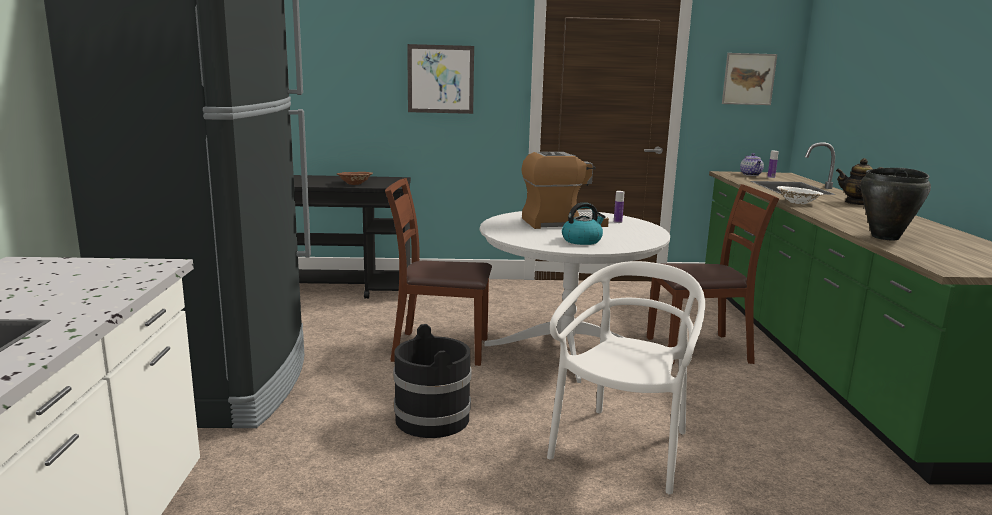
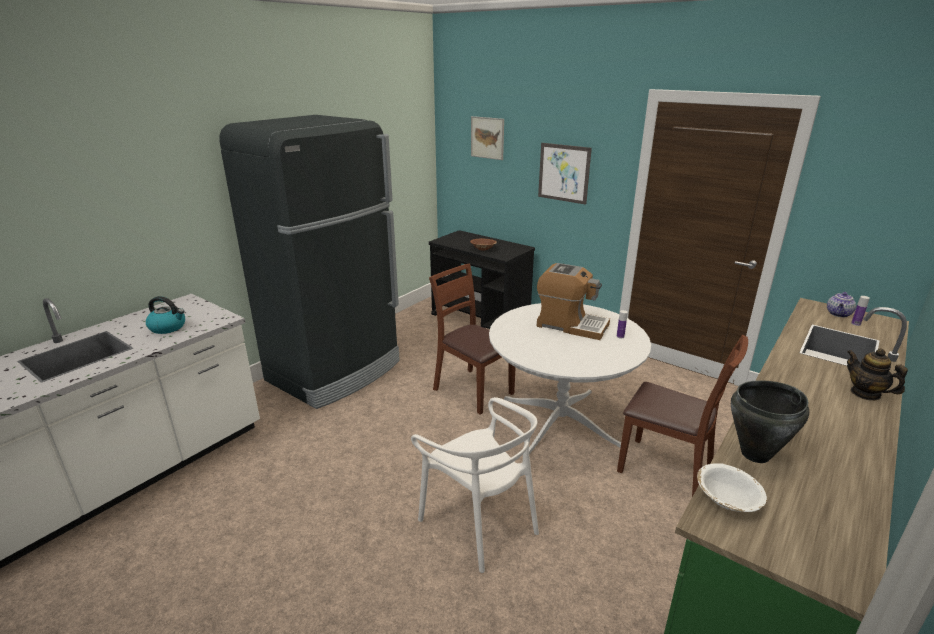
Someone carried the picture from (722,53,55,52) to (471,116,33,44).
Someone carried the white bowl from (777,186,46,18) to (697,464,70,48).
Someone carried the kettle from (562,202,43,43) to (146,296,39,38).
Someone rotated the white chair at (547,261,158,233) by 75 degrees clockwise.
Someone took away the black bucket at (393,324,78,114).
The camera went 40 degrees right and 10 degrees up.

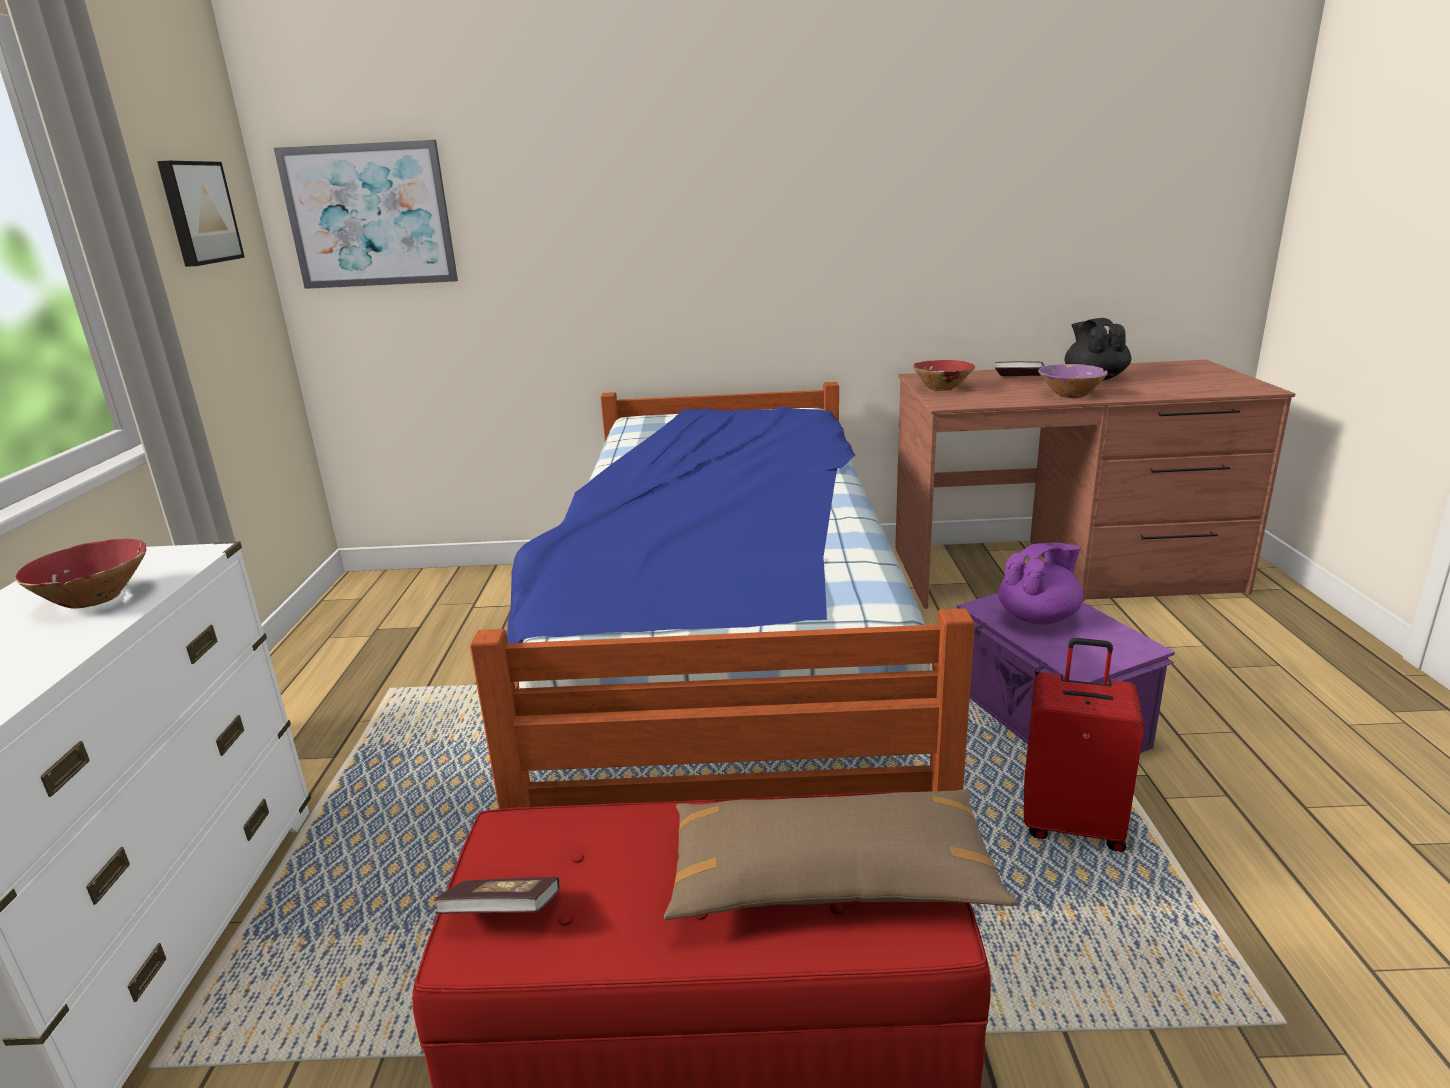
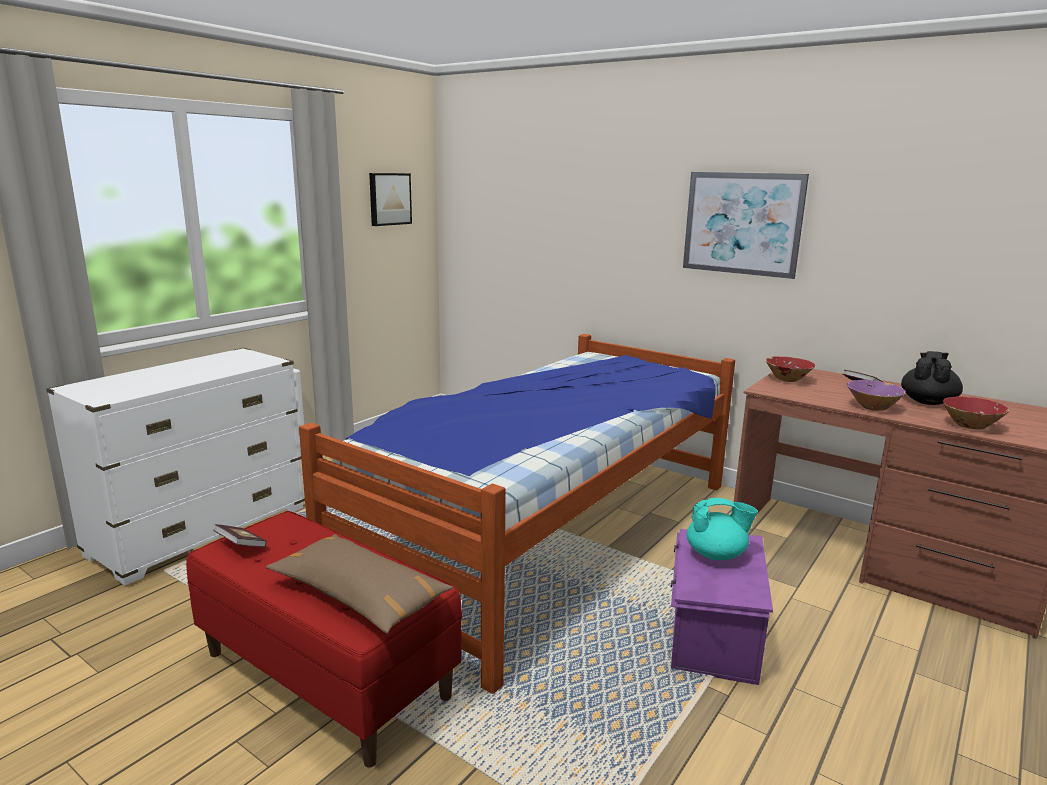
Someone carried the picture from (274,140,184,149) to (683,172,126,107).
Someone carried the red bowl from (15,539,131,70) to (943,396,66,33).
Someone repainted the purple teapot at (998,543,85,82), which became the turquoise teapot at (687,498,71,62).
Someone took away the red suitcase at (1024,638,120,214).
The camera went 35 degrees right and 5 degrees down.

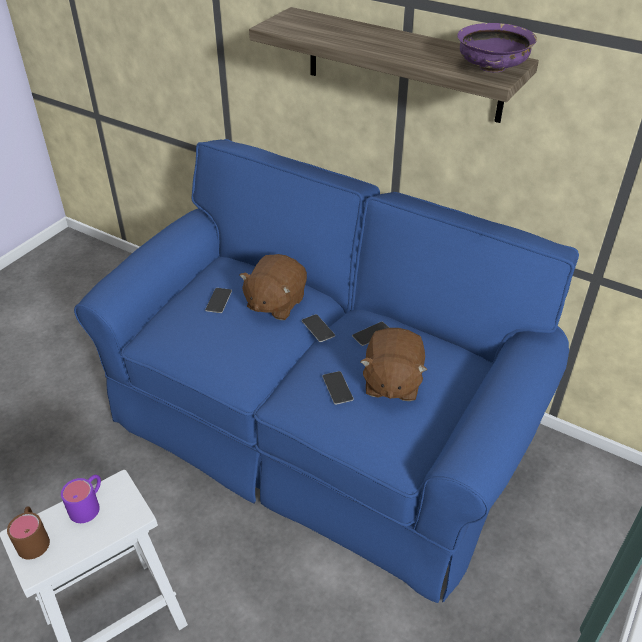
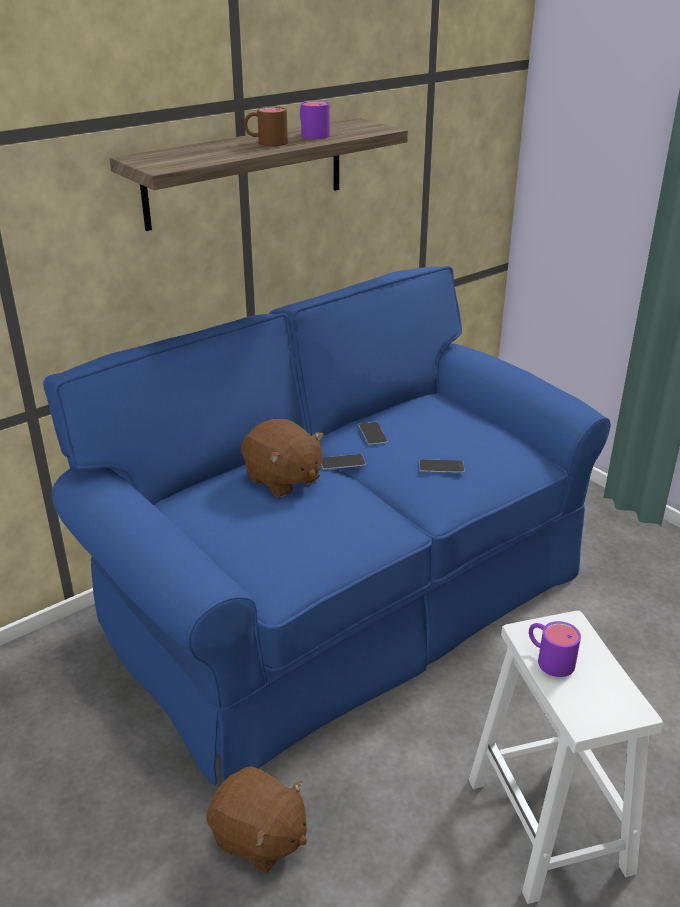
Someone took away the purple bowl at (457,23,80,49).
Someone took away the phone at (205,288,27,25).
Someone carried the brown plush toy from (360,328,67,73) to (206,766,101,107).
Someone carried the brown mug from (7,506,43,53) to (244,107,44,39).
Someone put down the purple mug at (300,101,30,38).
The camera went 70 degrees left and 10 degrees down.

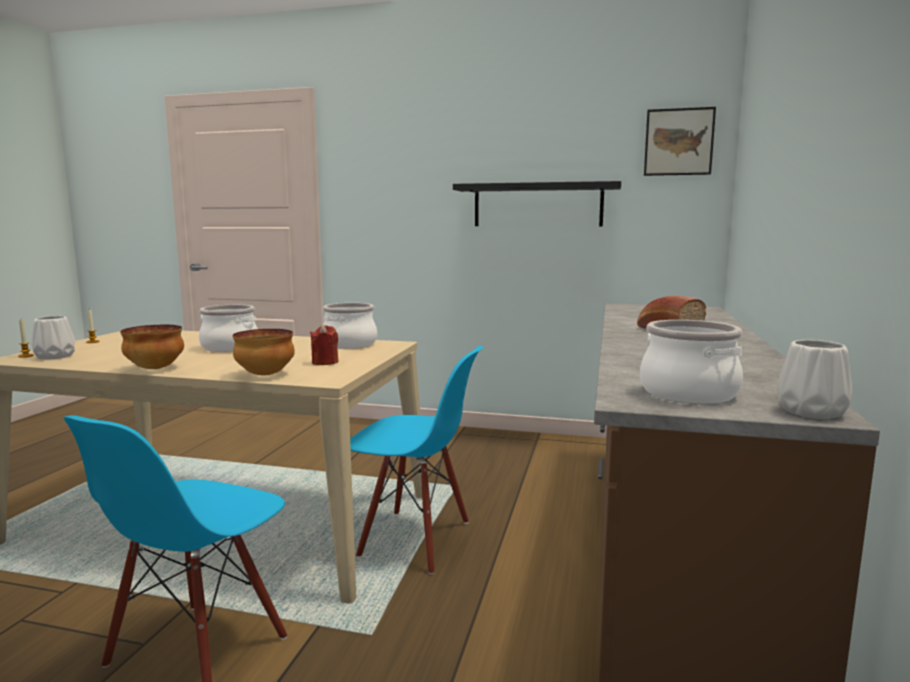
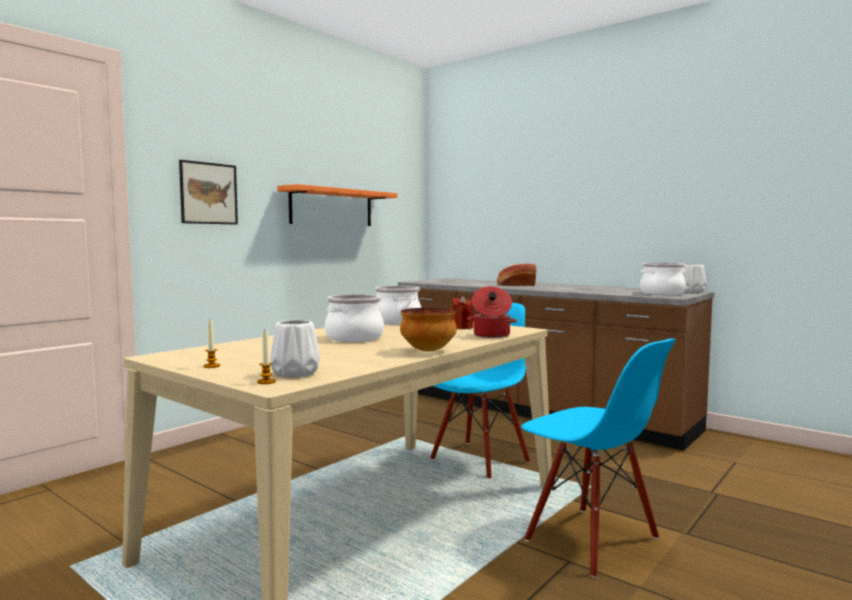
Someone carried the picture from (644,107,72,69) to (179,160,59,65).
Someone repainted the black shelf at (453,181,168,45), which became the orange shelf at (277,184,121,42).
Someone swapped the bowl at (233,329,62,47) for the cooking pot at (467,286,50,52).
The camera went 65 degrees left and 5 degrees down.

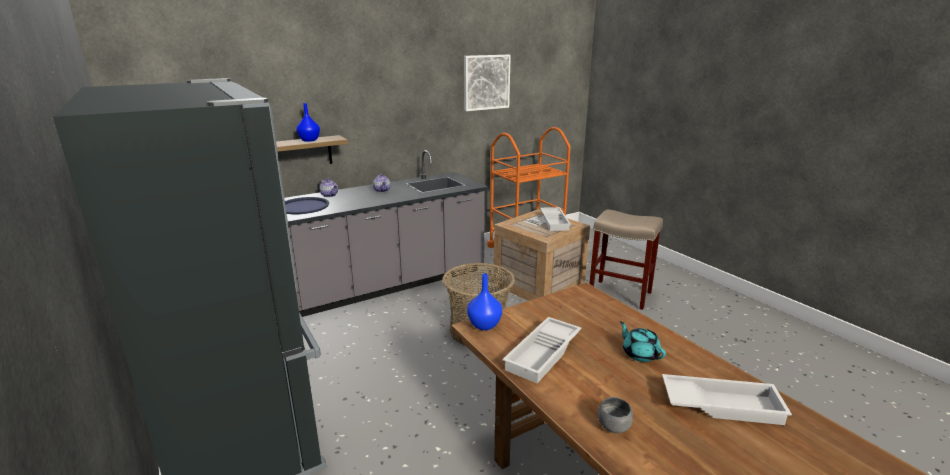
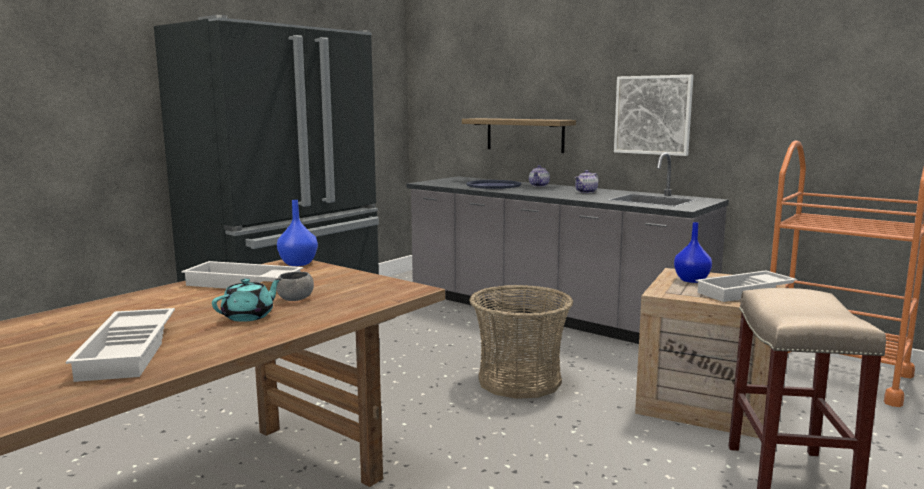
Someone carried the picture from (464,55,47,56) to (614,75,80,81).
Someone carried the blue vase from (296,103,24,39) to (674,222,38,61).
Someone carried the grey bowl from (597,397,36,36) to (276,272,38,29).
The camera went 70 degrees right and 10 degrees down.

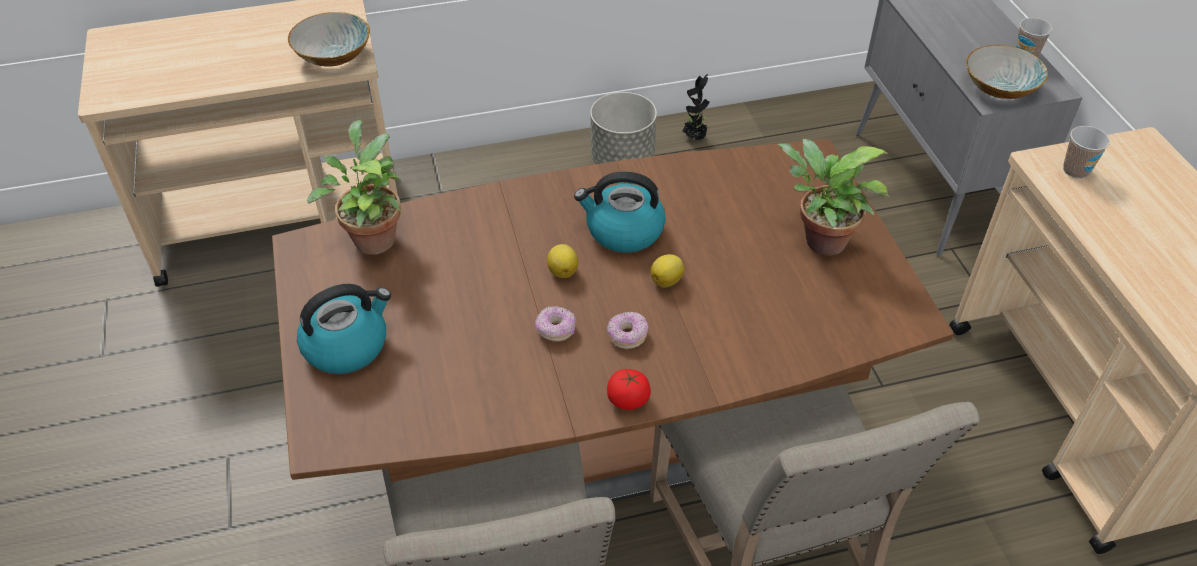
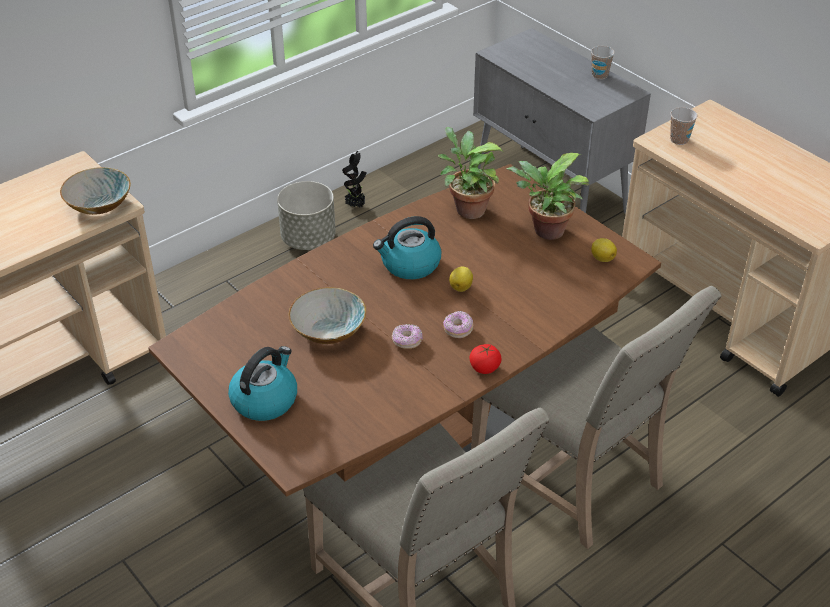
Someone carried the bowl from (966,45,82,54) to (288,287,78,57).
Someone carried the potted plant from (307,120,94,135) to (438,127,65,92).
Someone carried the lemon from (547,244,31,34) to (591,238,26,24).
The camera went 25 degrees left and 5 degrees down.

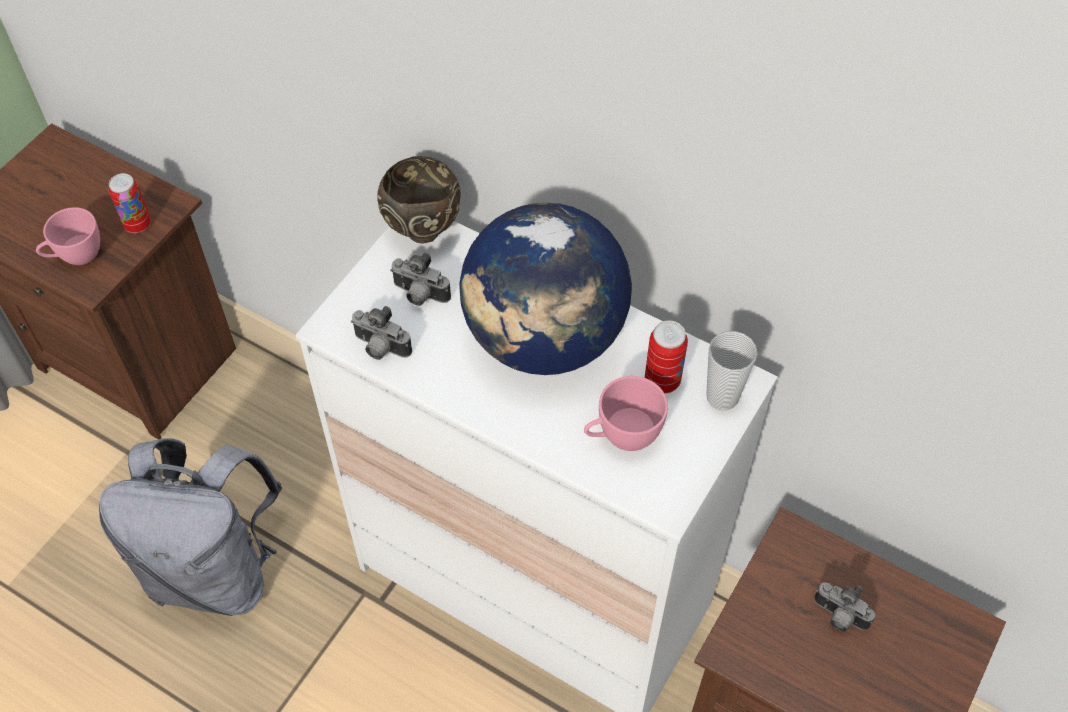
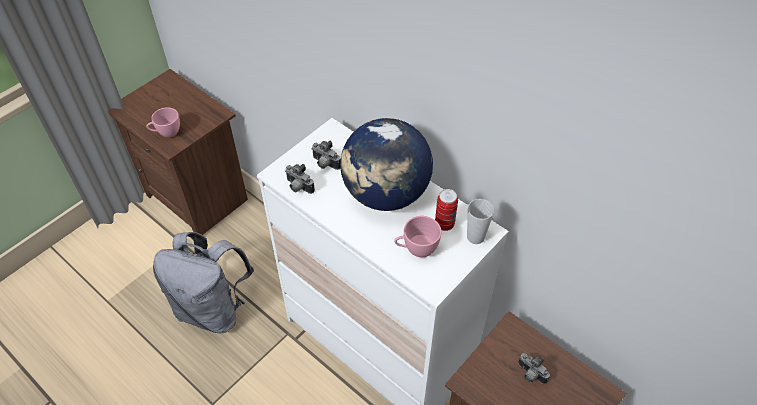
Someone took away the brown bowl at (377,156,84,87).
Someone took away the can at (109,173,42,60).
The camera went 10 degrees right and 5 degrees down.

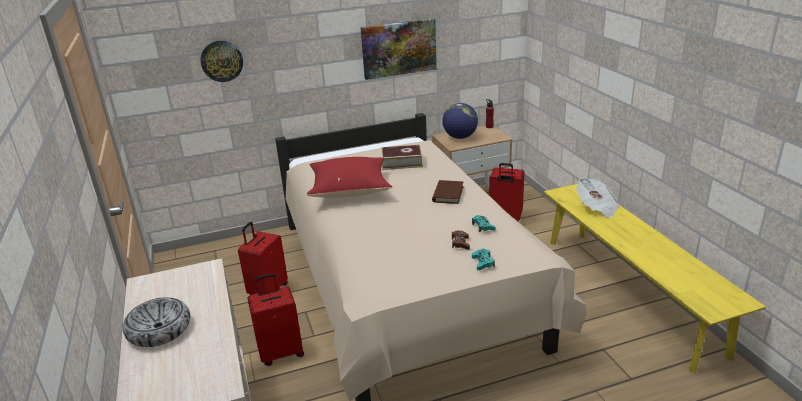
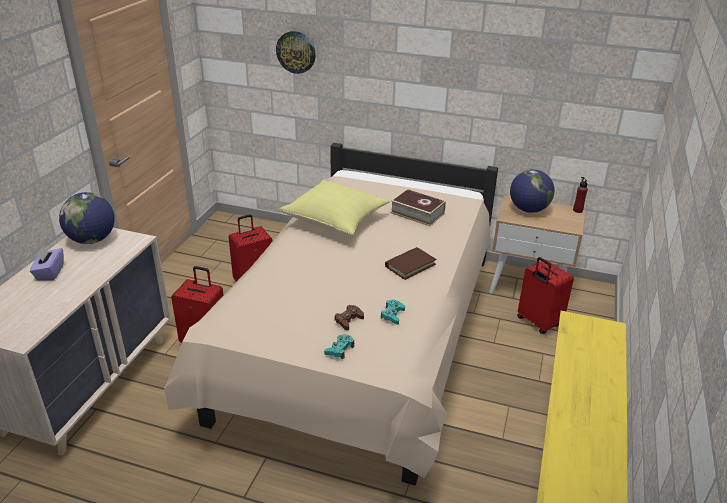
Someone took away the picture at (361,18,76,62).
Someone repainted the red pillow at (307,157,86,41), which became the yellow pillow at (280,180,110,55).
Someone took away the newspaper at (576,177,44,41).
Someone swapped the bowl at (123,297,67,50) for the purple tissue box at (30,246,34,35).
Someone put down the globe at (59,192,56,52).
The camera went 35 degrees right and 5 degrees up.

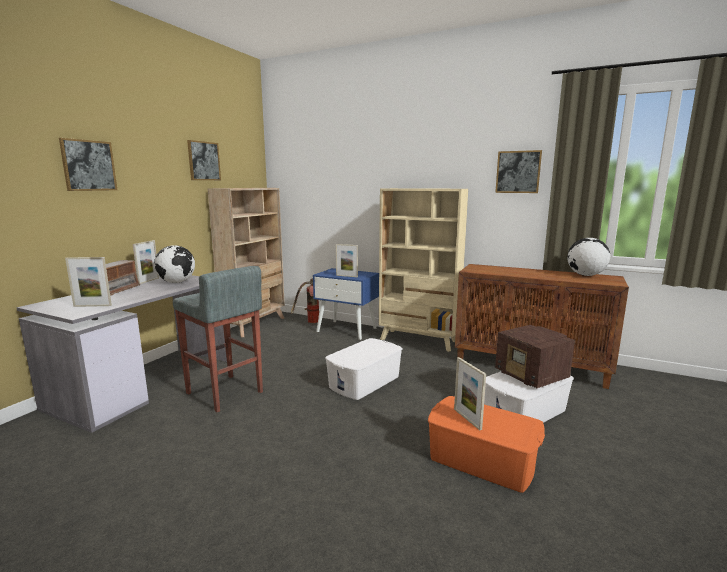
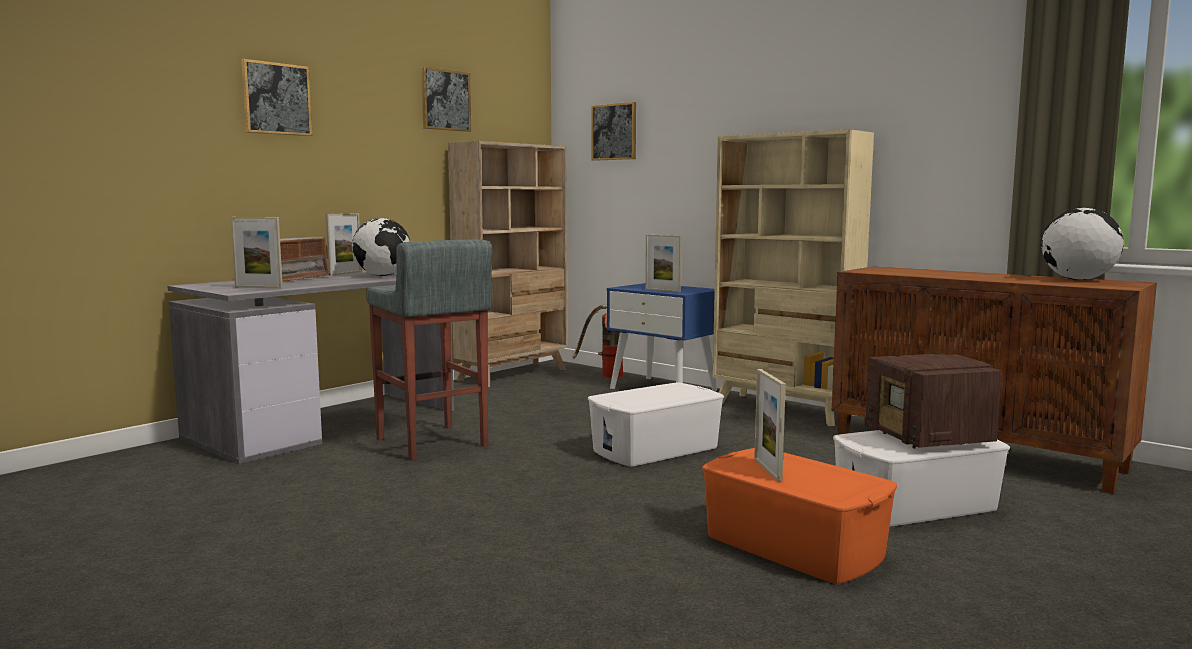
Someone carried the picture from (495,150,47,43) to (591,102,45,59).
The camera went 15 degrees right and 5 degrees down.

